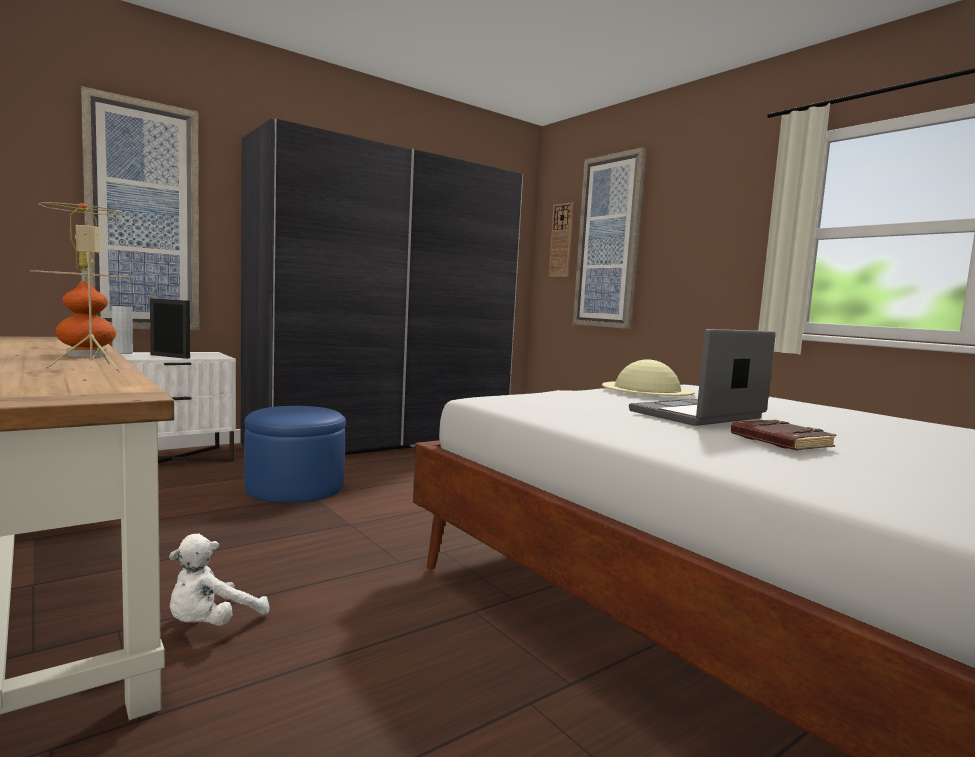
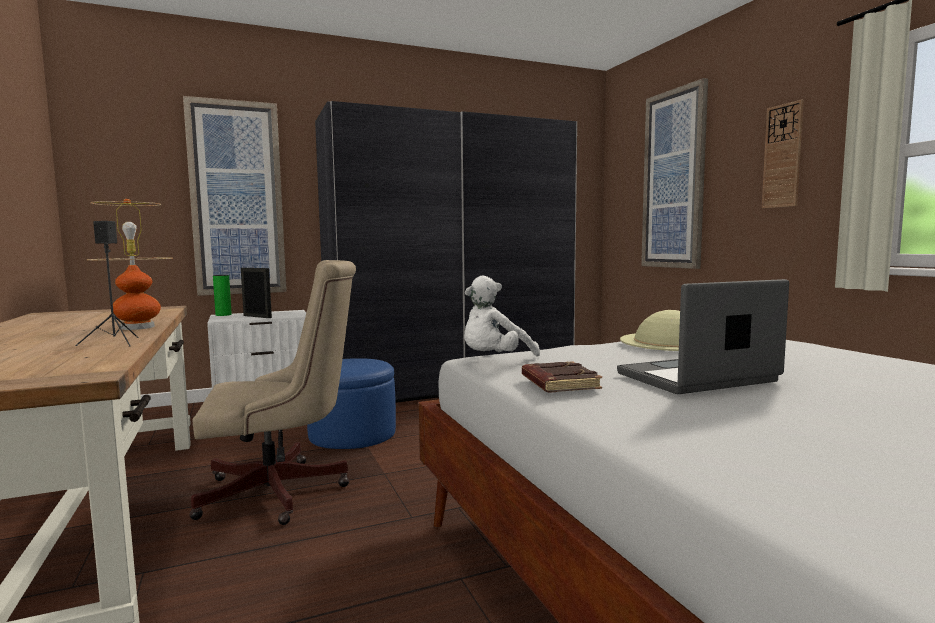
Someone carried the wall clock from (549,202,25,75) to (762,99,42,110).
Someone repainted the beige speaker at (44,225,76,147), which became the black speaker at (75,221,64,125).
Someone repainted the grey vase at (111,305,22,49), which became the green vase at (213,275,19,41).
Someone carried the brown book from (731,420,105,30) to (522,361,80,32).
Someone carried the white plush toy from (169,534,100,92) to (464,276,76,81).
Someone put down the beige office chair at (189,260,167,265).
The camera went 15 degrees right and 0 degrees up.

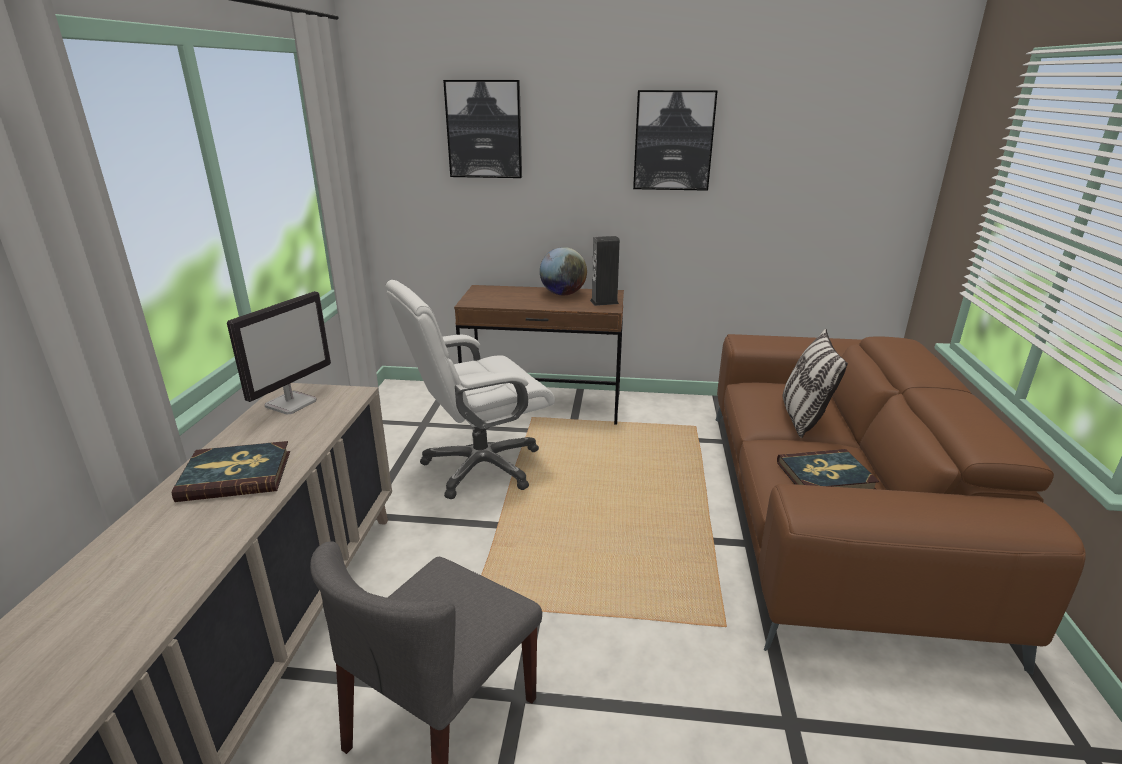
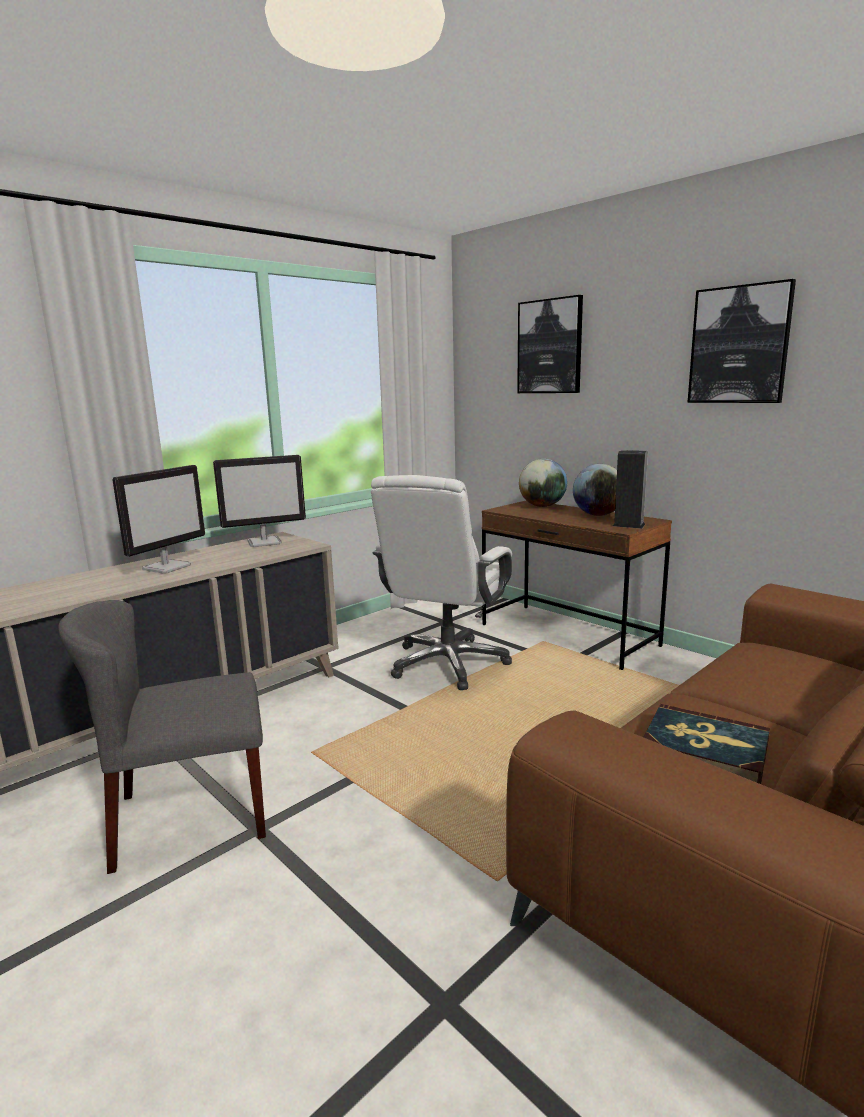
Someone rotated the white office chair at (385,280,170,219) by 75 degrees counterclockwise.
Someone took away the pillow at (782,329,66,109).
Someone swapped the book at (172,441,118,61) for the monitor at (112,465,93,108).
Someone put down the globe at (519,459,48,48).
The camera went 40 degrees right and 10 degrees down.

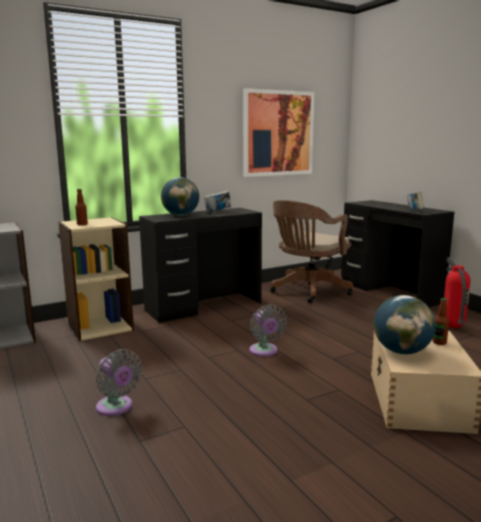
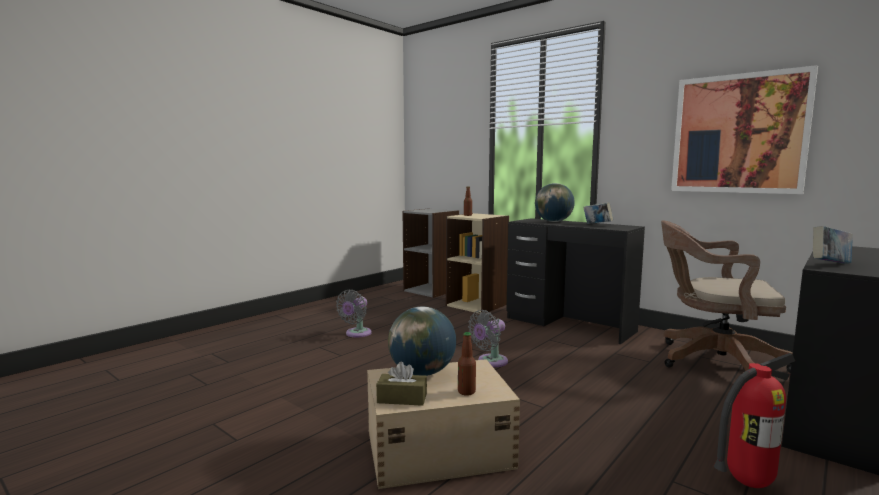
Someone put down the brown tissue box at (376,362,51,44).
The camera went 70 degrees right and 5 degrees down.

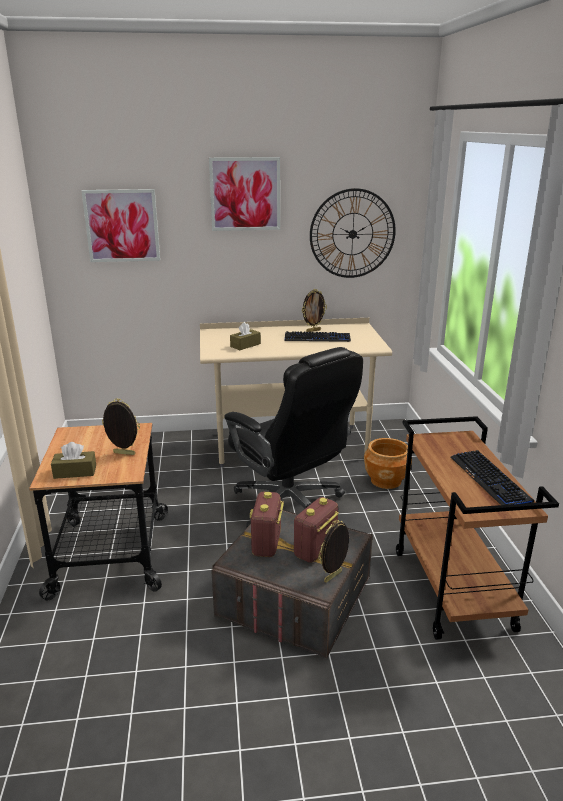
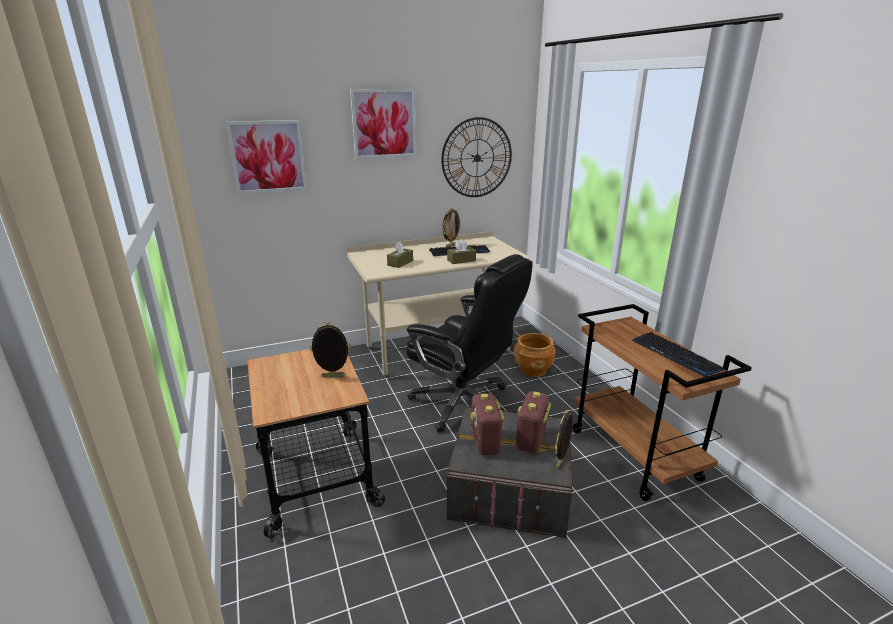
Someone carried the brown tissue box from (51,442,45,37) to (447,239,29,25).
The camera went 15 degrees left and 0 degrees up.

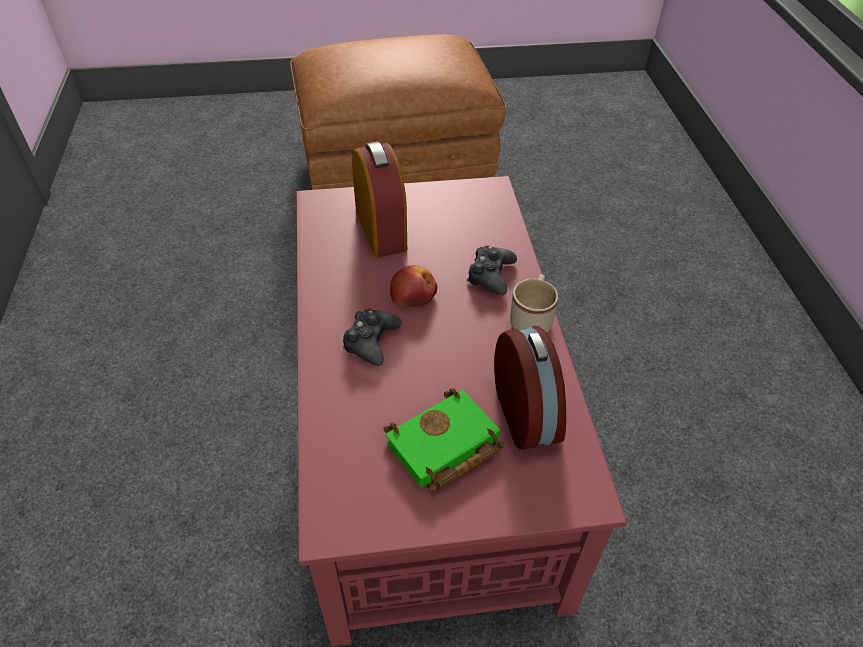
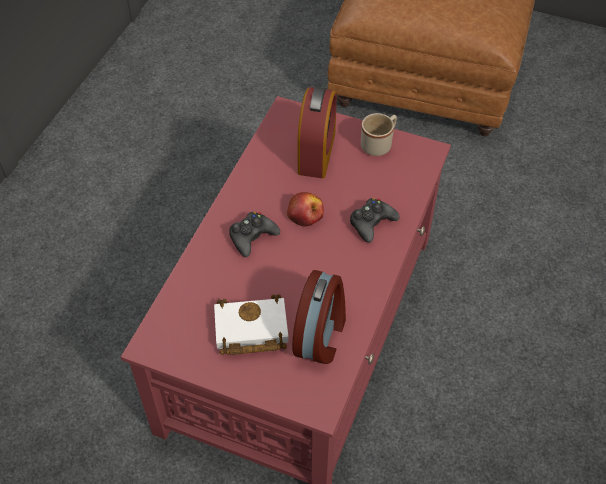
Someone carried the beige mug from (510,274,48,59) to (361,113,36,43).
Someone repainted the green book at (384,388,120,104), which became the white book at (214,294,75,61).
The camera went 30 degrees right and 5 degrees up.

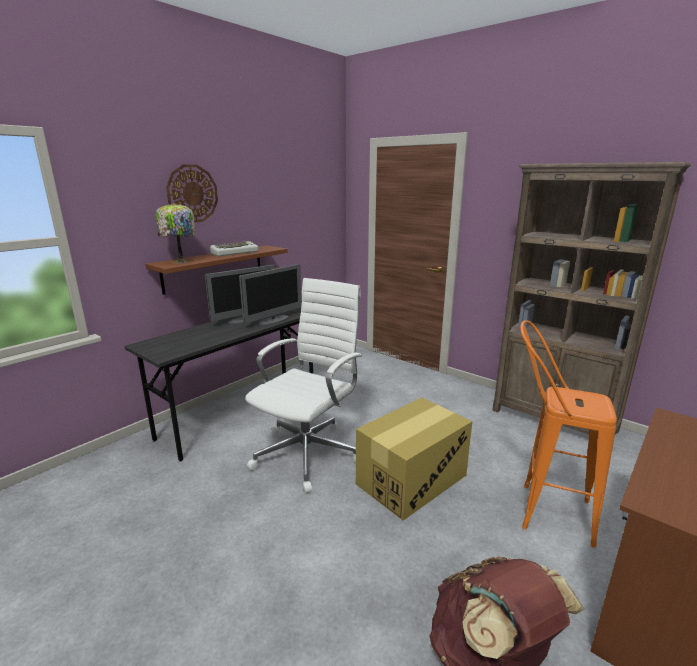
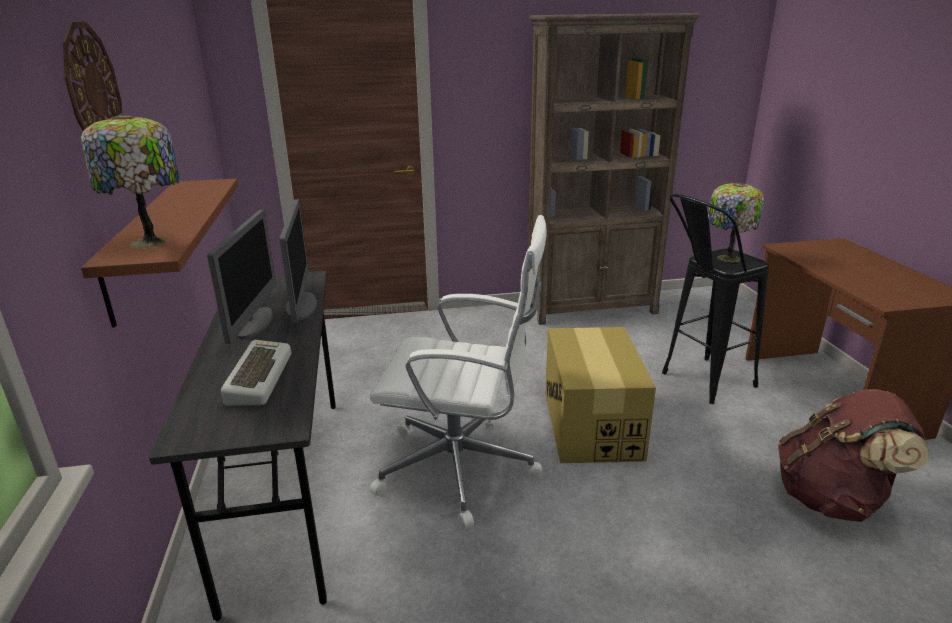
Someone carried the keyboard from (210,241,49,15) to (221,340,70,66).
Someone rotated the white office chair at (245,278,117,215) by 120 degrees clockwise.
Someone repainted the orange stool at (520,320,97,228), which became the black stool at (662,193,107,211).
Someone put down the table lamp at (708,183,56,80).
The camera went 50 degrees left and 5 degrees up.

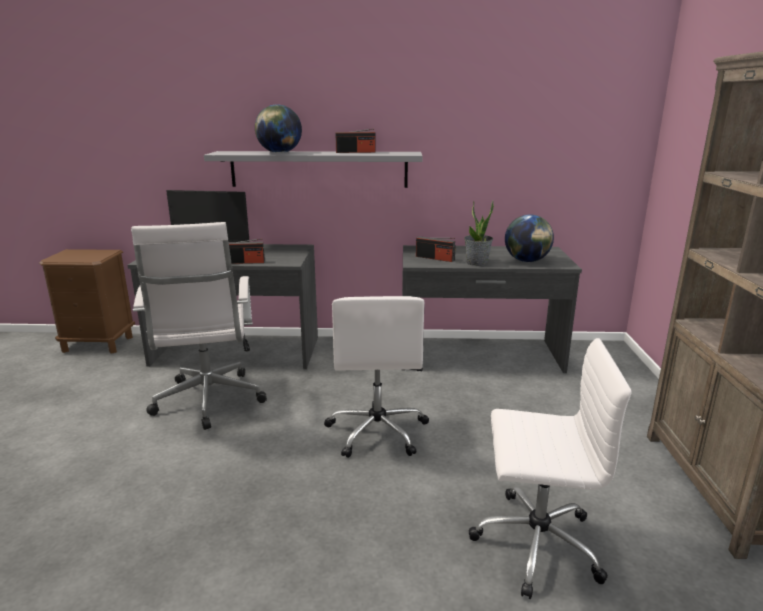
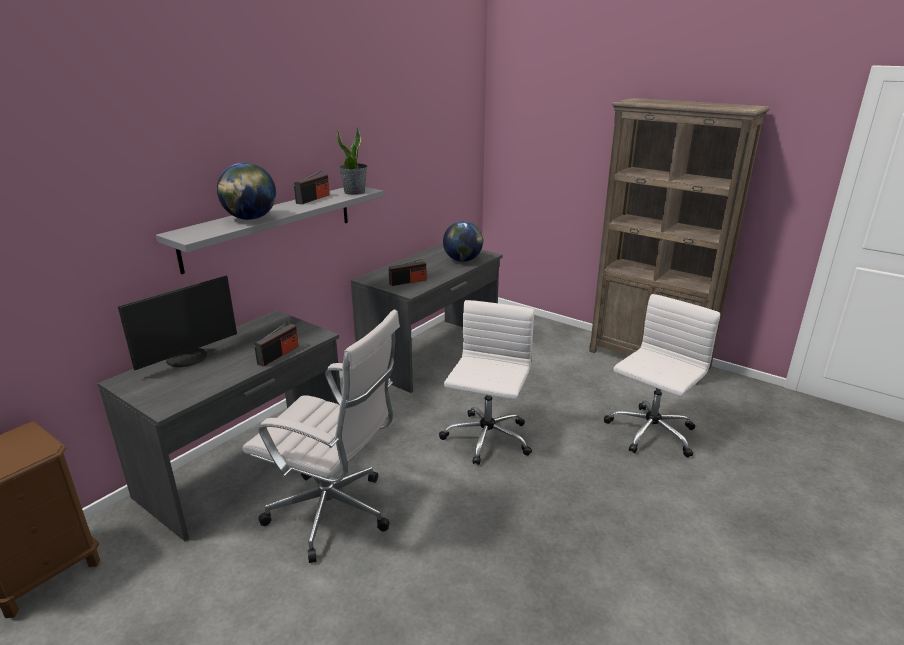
Someone carried the potted plant from (464,200,30,66) to (337,126,30,69).
Someone rotated the white office chair at (324,296,105,162) by 105 degrees counterclockwise.
The camera went 55 degrees left and 5 degrees up.

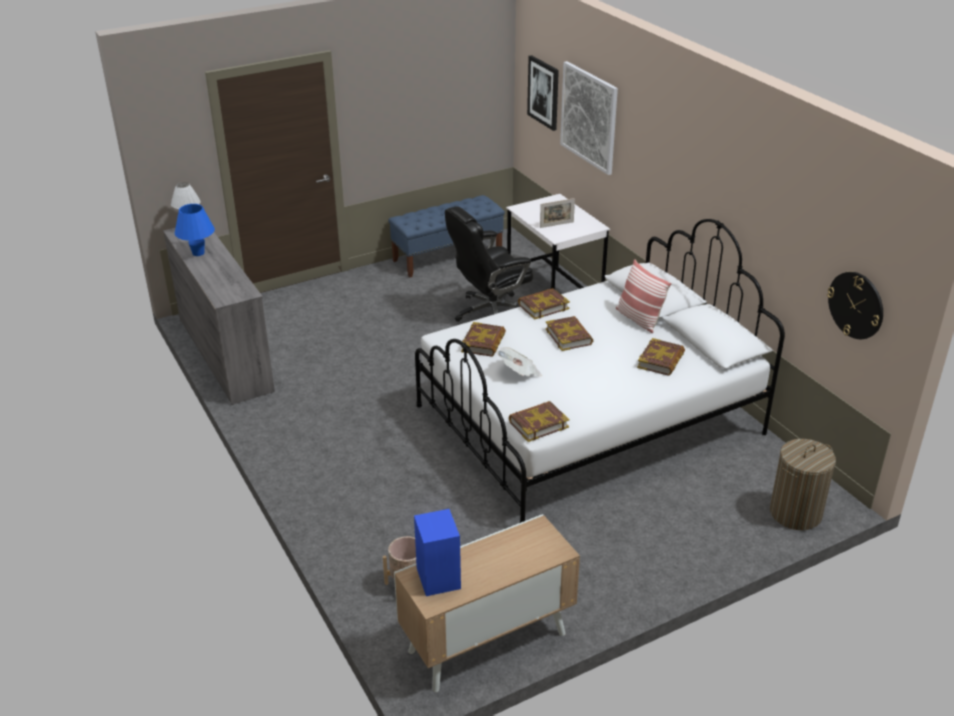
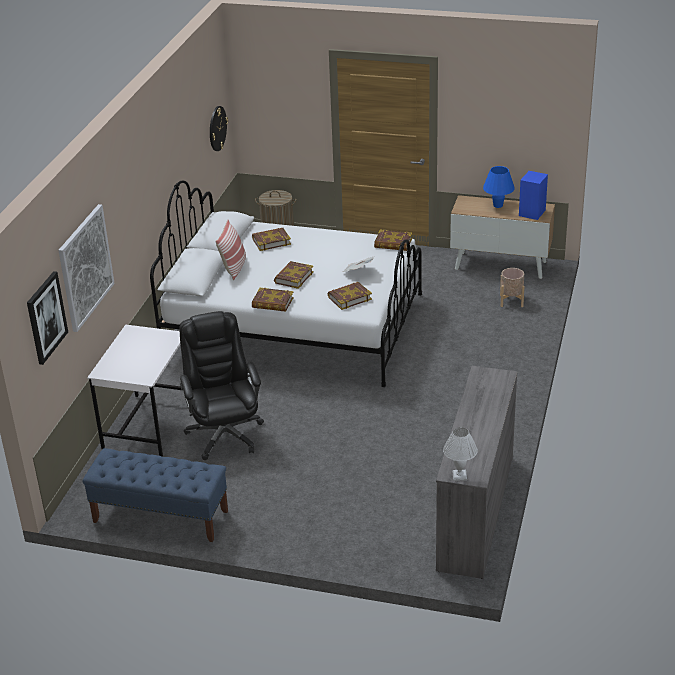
Someone took away the picture frame at (540,198,35,30).
Someone carried the blue table lamp from (175,204,40,52) to (483,166,32,42).
Someone rotated the black office chair at (445,206,88,116) by 120 degrees counterclockwise.
The camera went 135 degrees left and 0 degrees up.

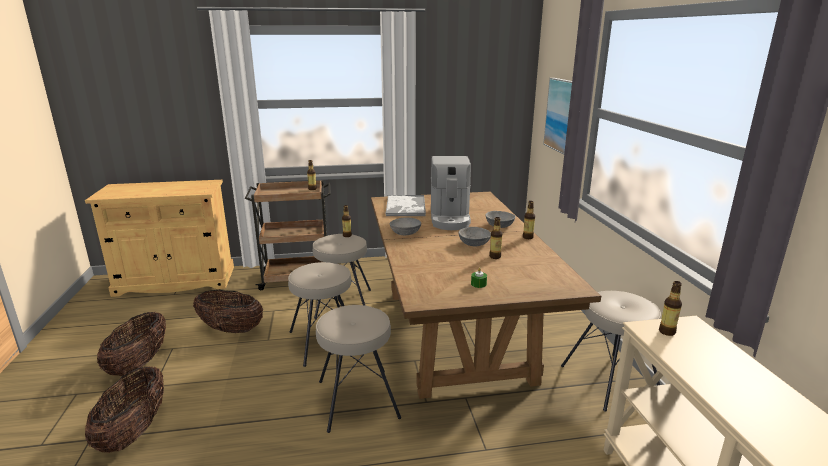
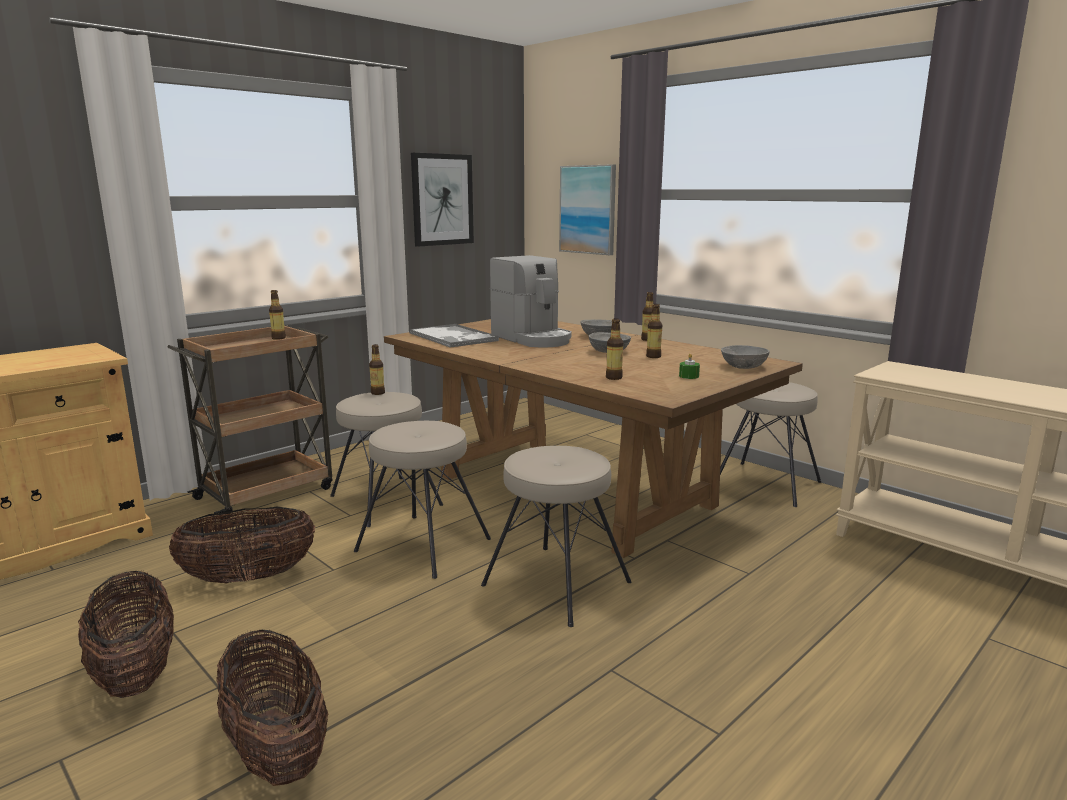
Someone carried the grey bowl from (390,218,31,17) to (721,345,49,24).
Someone carried the bottle from (659,281,23,55) to (606,319,17,61).
Someone put up the picture at (411,153,63,94).
The camera went 35 degrees left and 5 degrees down.

